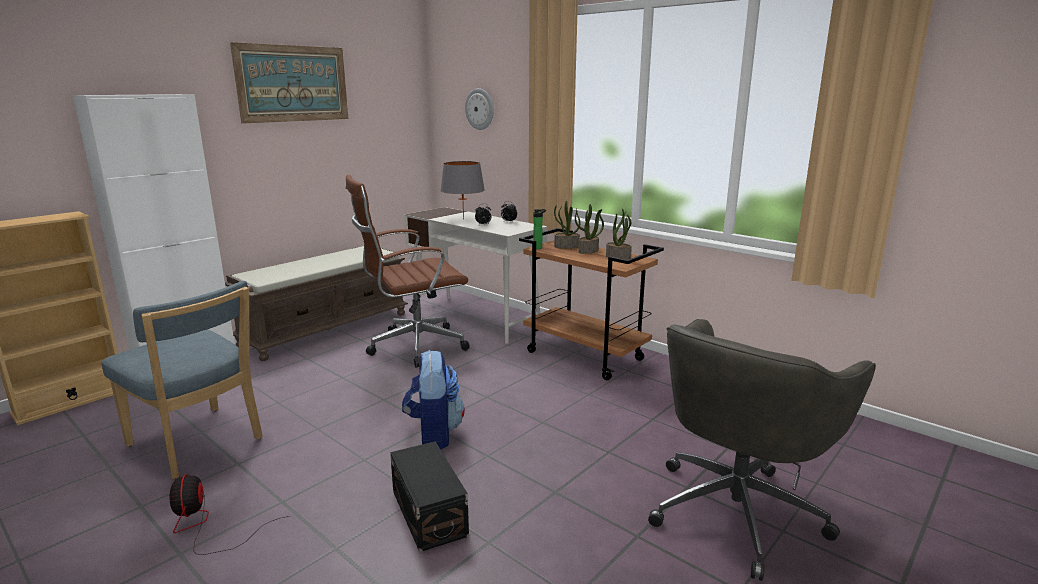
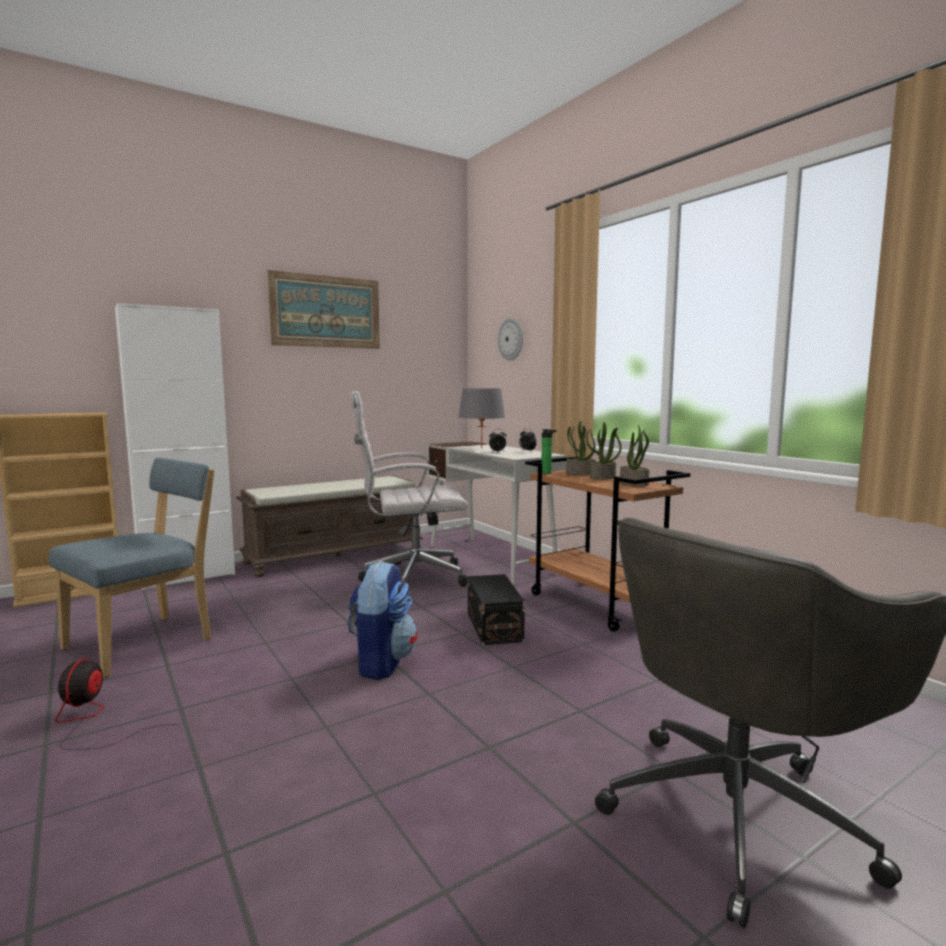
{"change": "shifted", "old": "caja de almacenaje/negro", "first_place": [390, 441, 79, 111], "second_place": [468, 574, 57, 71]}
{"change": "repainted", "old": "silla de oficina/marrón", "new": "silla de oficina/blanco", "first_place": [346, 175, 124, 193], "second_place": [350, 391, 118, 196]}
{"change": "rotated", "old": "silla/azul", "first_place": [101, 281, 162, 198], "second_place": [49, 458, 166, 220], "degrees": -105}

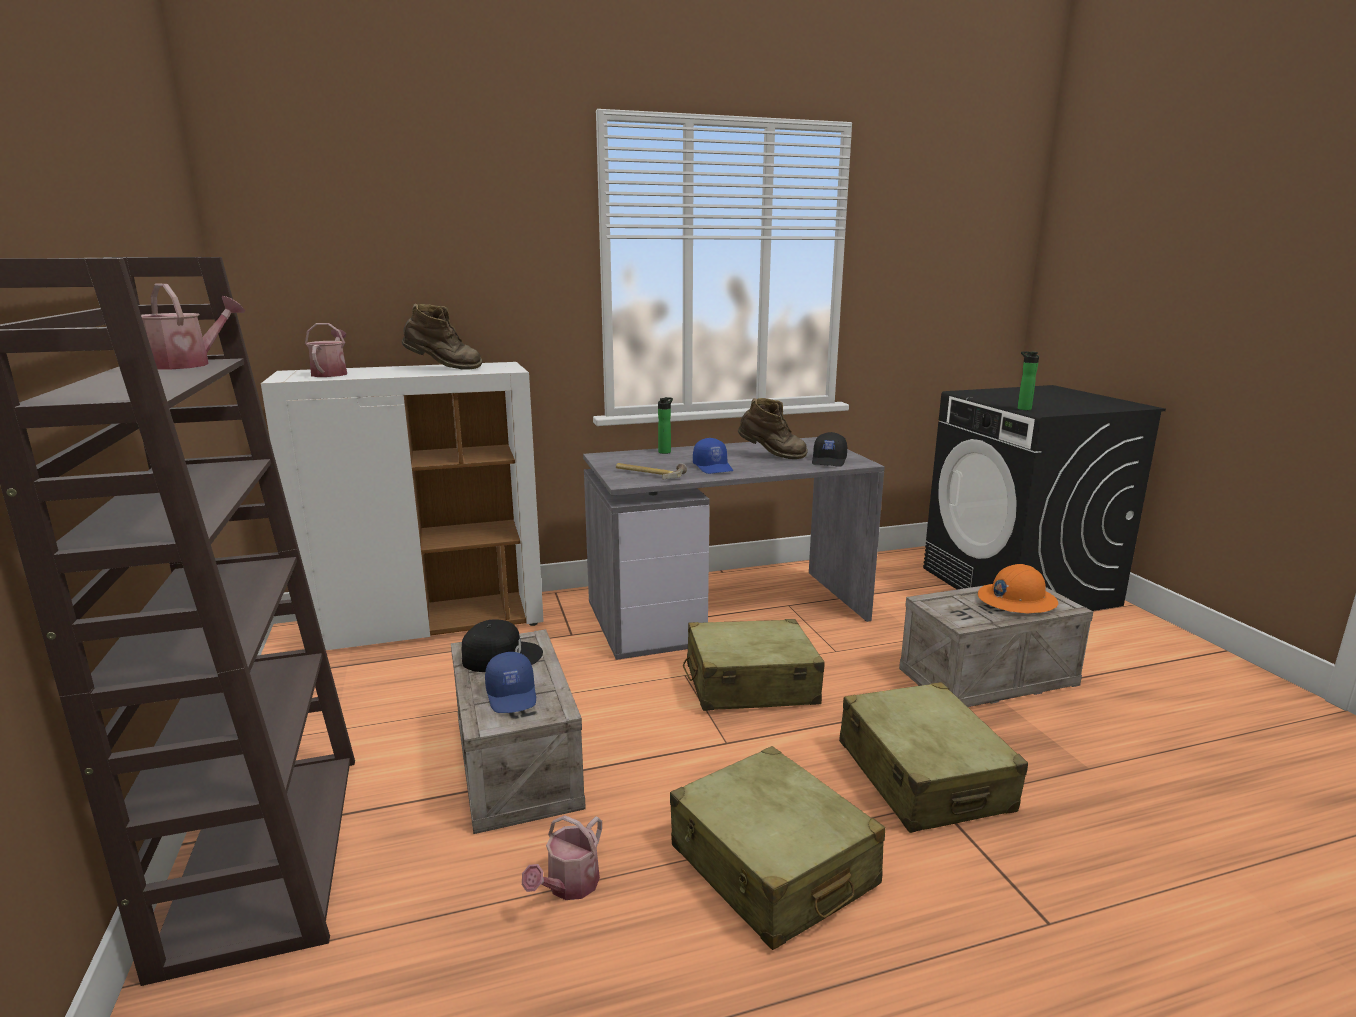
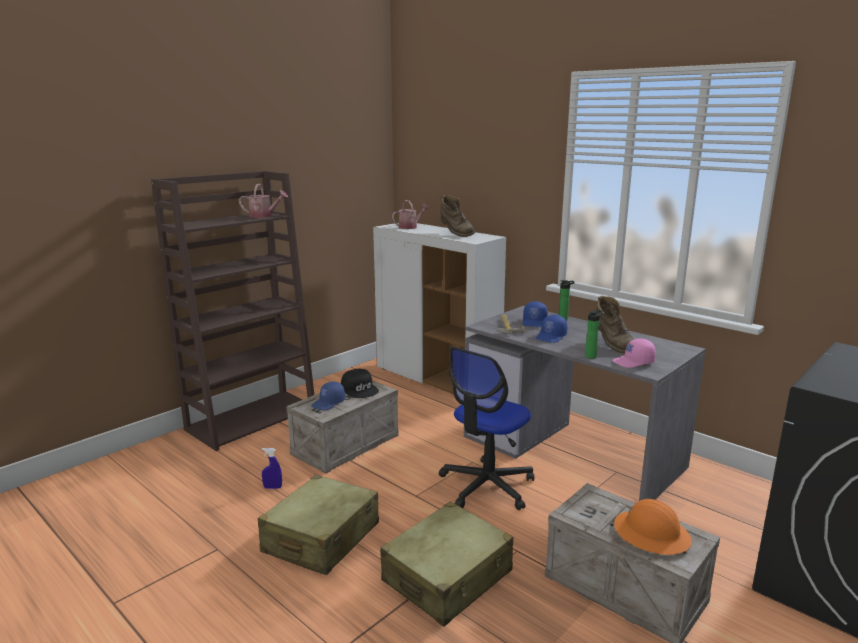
{"change": "new", "new": "gorra/azul", "second_place": [523, 301, 25, 26]}
{"change": "shifted", "old": "botella", "first_place": [1017, 351, 22, 59], "second_place": [585, 310, 18, 49]}
{"change": "swapped", "old": "regadera", "new": "pulverizador/azul", "first_place": [522, 815, 80, 85], "second_place": [262, 448, 20, 41]}
{"change": "swapped", "old": "maleta/beis", "new": "silla de oficina", "first_place": [683, 619, 141, 92], "second_place": [439, 346, 95, 164]}
{"change": "repainted", "old": "gorra/negro", "new": "gorra/rosa", "first_place": [812, 432, 35, 35], "second_place": [612, 338, 44, 30]}

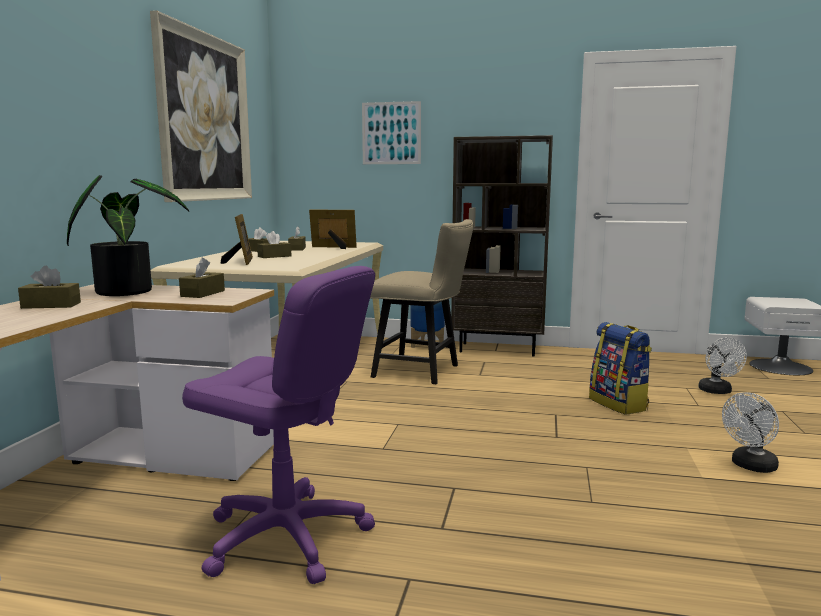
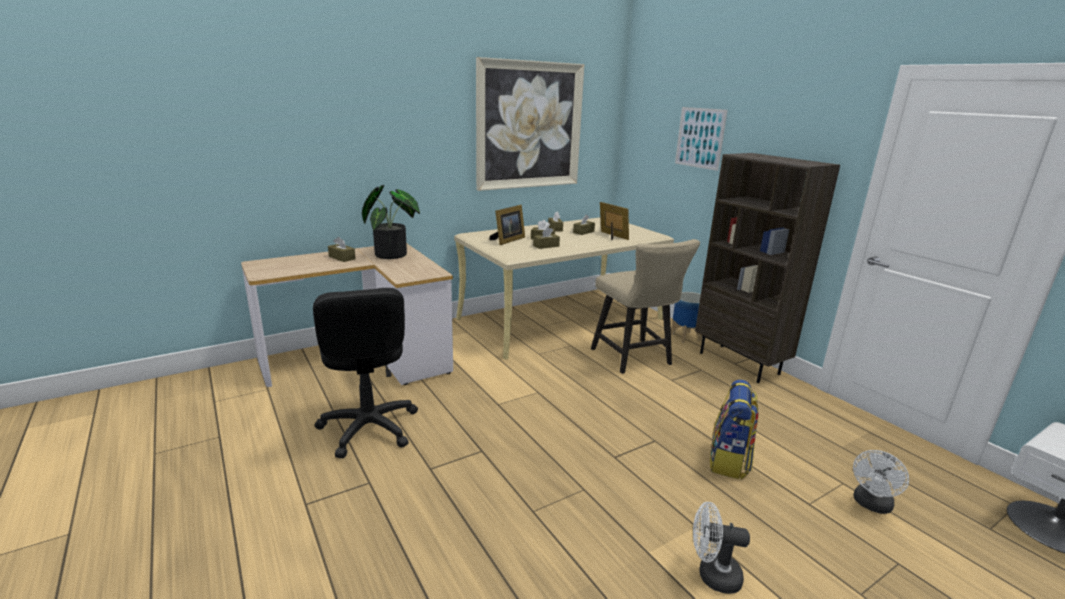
{"change": "shifted", "old": "caja de pañuelos/marrón", "first_place": [179, 257, 46, 41], "second_place": [533, 227, 27, 22]}
{"change": "repainted", "old": "silla de oficina/morado", "new": "silla de oficina/negro", "first_place": [182, 266, 193, 318], "second_place": [313, 288, 105, 171]}

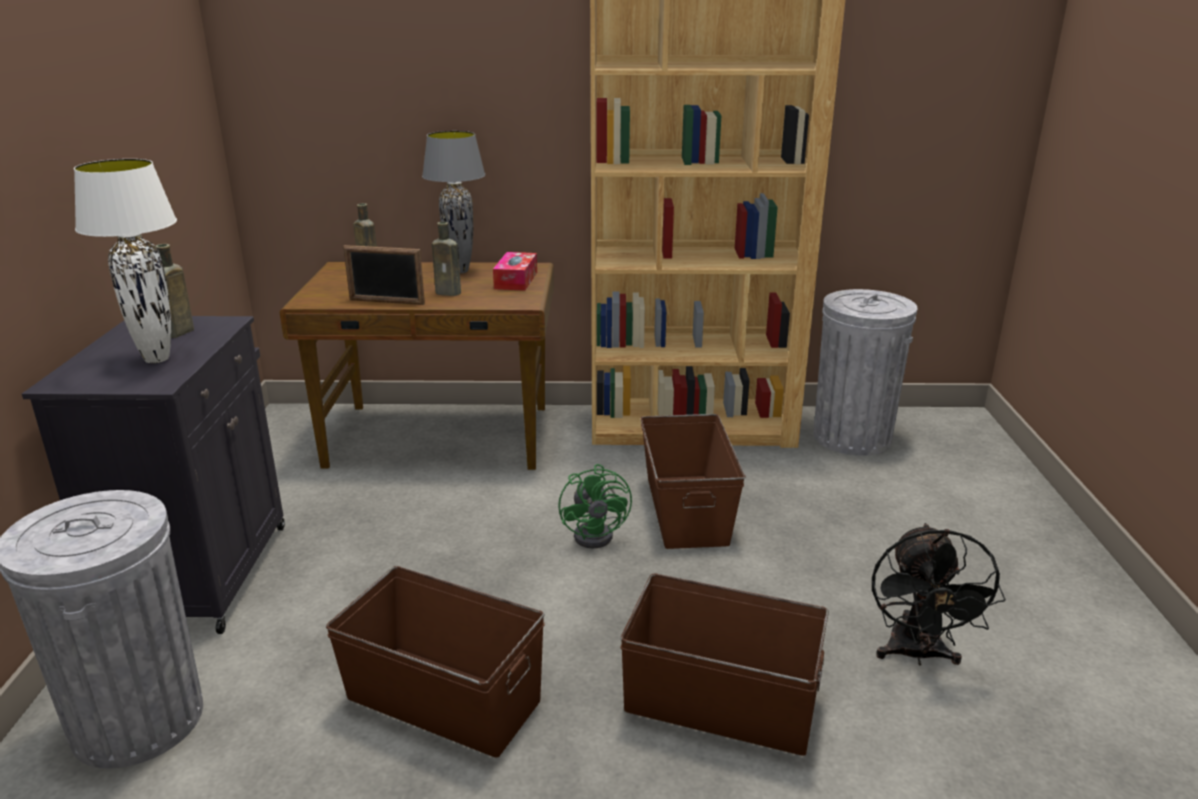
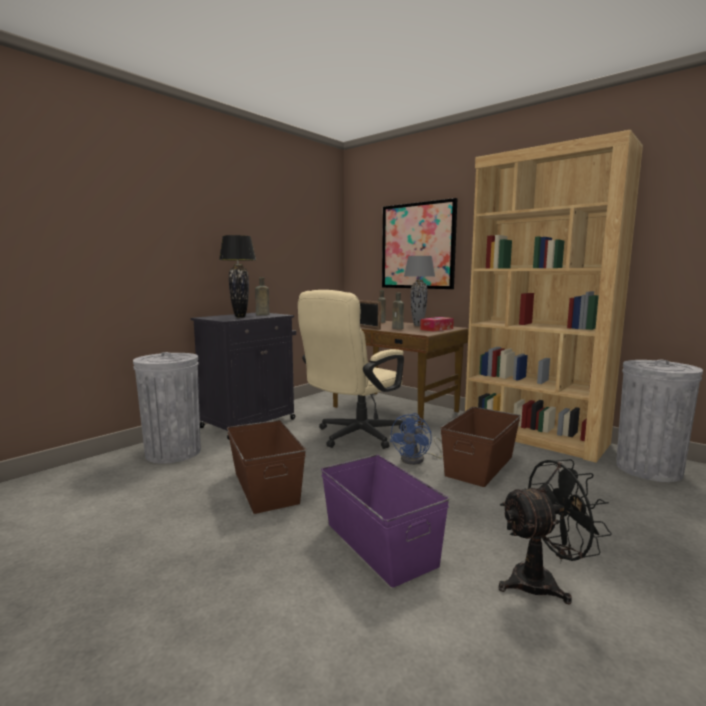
{"change": "new", "new": "silla de oficina/beis", "second_place": [298, 290, 108, 159]}
{"change": "new", "new": "cuadro", "second_place": [382, 198, 75, 91]}
{"change": "repainted", "old": "lámpara de mesa/blanco", "new": "lámpara de mesa/negro", "first_place": [74, 159, 103, 204], "second_place": [219, 235, 37, 83]}
{"change": "repainted", "old": "ventilador/verde", "new": "ventilador/azul", "first_place": [558, 464, 74, 85], "second_place": [390, 413, 52, 52]}
{"change": "repainted", "old": "caja de almacenaje/marrón", "new": "caja de almacenaje/morado", "first_place": [620, 574, 209, 182], "second_place": [321, 455, 128, 133]}
{"change": "rotated", "old": "ventilador/negro", "first_place": [872, 523, 134, 142], "second_place": [498, 459, 114, 146], "degrees": -150}

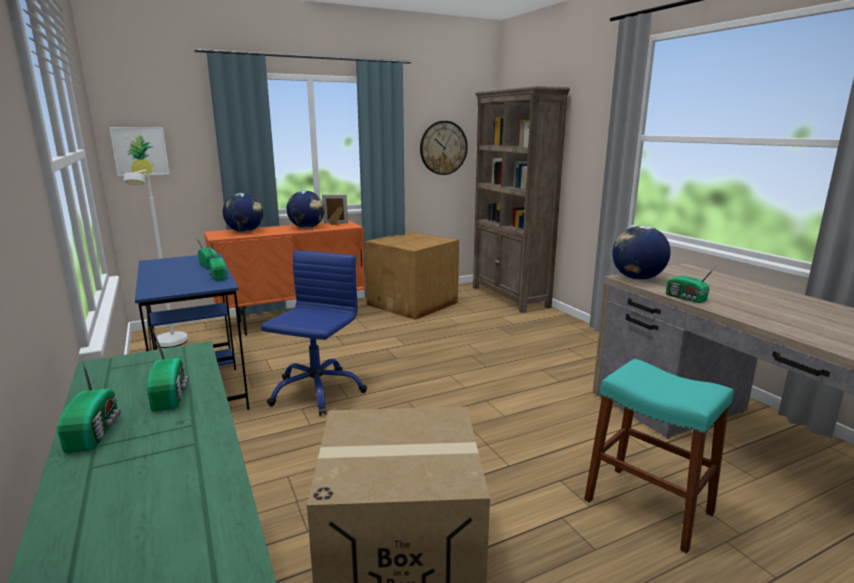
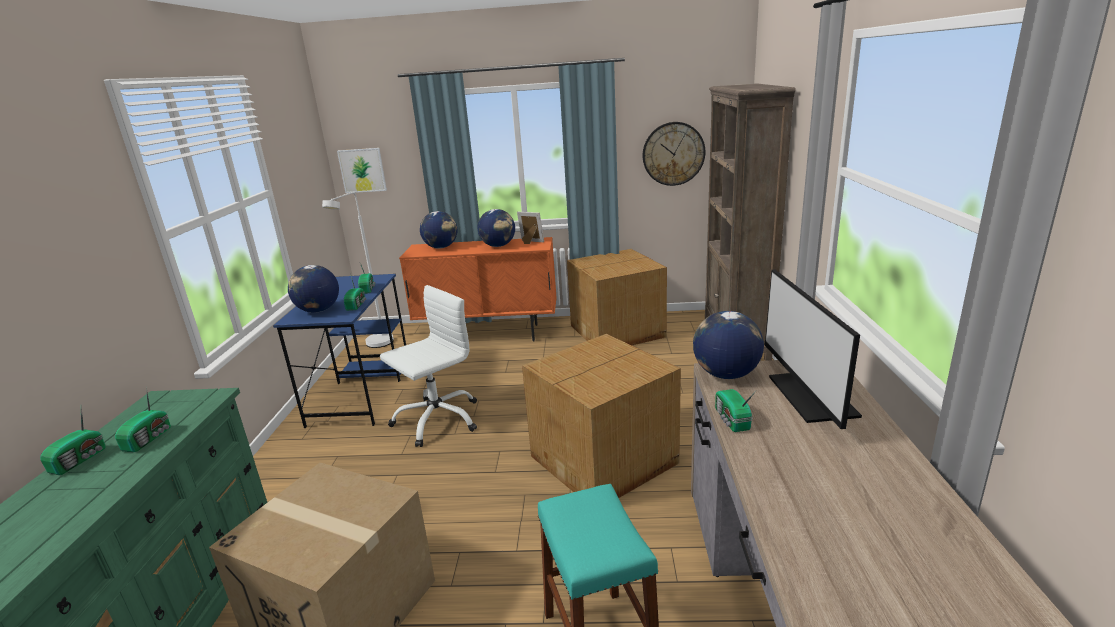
{"change": "new", "new": "globo terráqueo", "second_place": [288, 265, 51, 48]}
{"change": "new", "new": "caja de cartón", "second_place": [522, 334, 159, 164]}
{"change": "new", "new": "monitor", "second_place": [765, 270, 97, 159]}
{"change": "repainted", "old": "silla de oficina/azul", "new": "silla de oficina/blanco", "first_place": [261, 251, 106, 165], "second_place": [380, 285, 97, 162]}

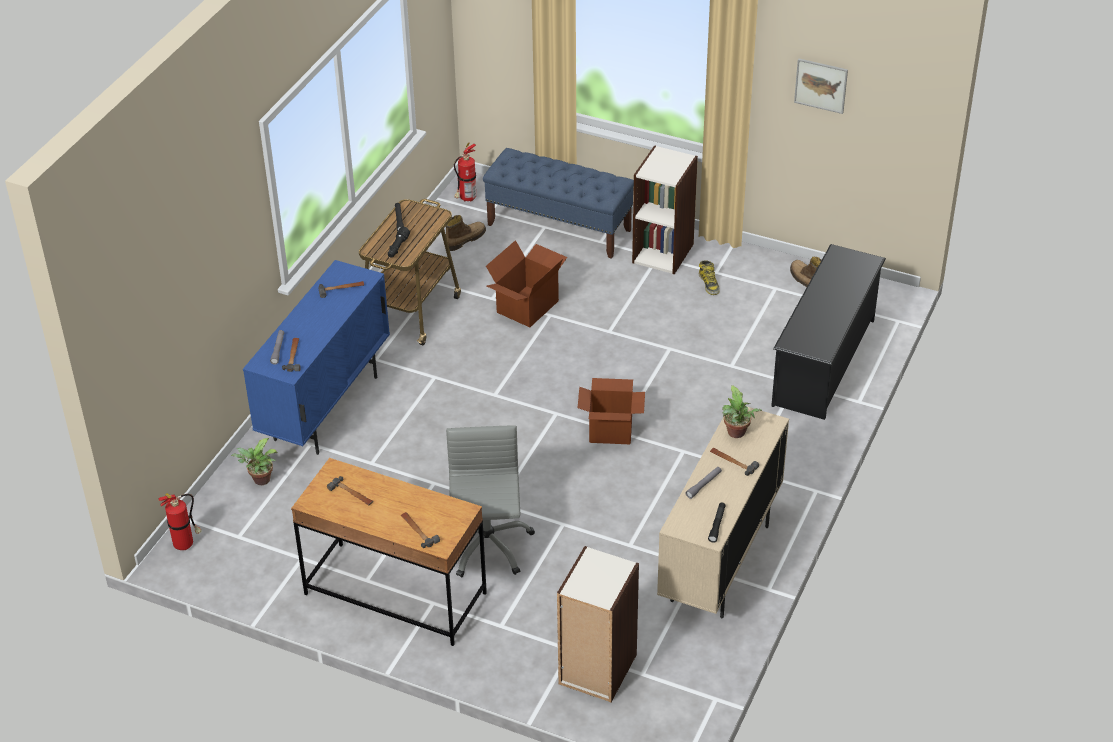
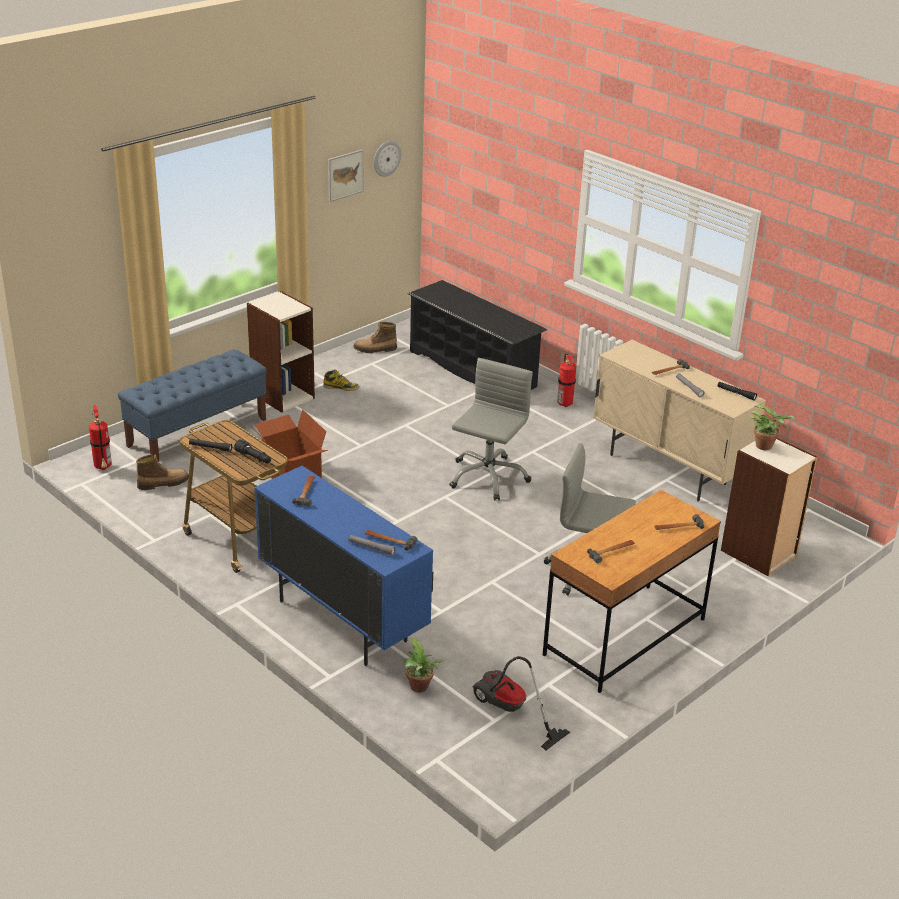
{"change": "new", "new": "reloj de pared", "second_place": [374, 141, 27, 36]}
{"change": "new", "new": "aspiradora", "second_place": [472, 656, 98, 94]}
{"change": "shifted", "old": "extintor", "first_place": [158, 493, 43, 57], "second_place": [557, 353, 19, 54]}
{"change": "shifted", "old": "planta en maceta", "first_place": [722, 385, 40, 53], "second_place": [749, 405, 46, 45]}
{"change": "swapped", "old": "caja de cartón", "new": "silla de oficina/gris", "first_place": [578, 378, 67, 66], "second_place": [450, 358, 83, 143]}
{"change": "rotated", "old": "bota", "first_place": [446, 215, 40, 36], "second_place": [136, 454, 53, 36], "degrees": 90}

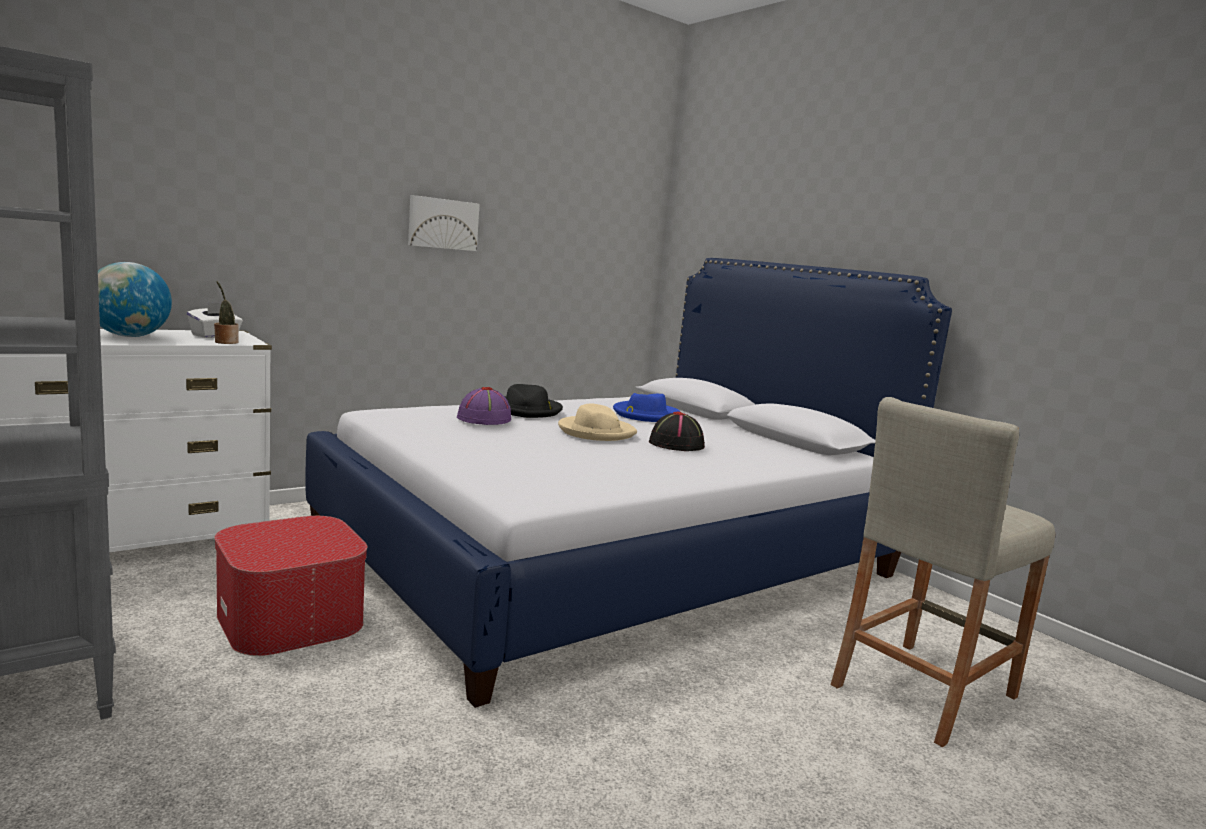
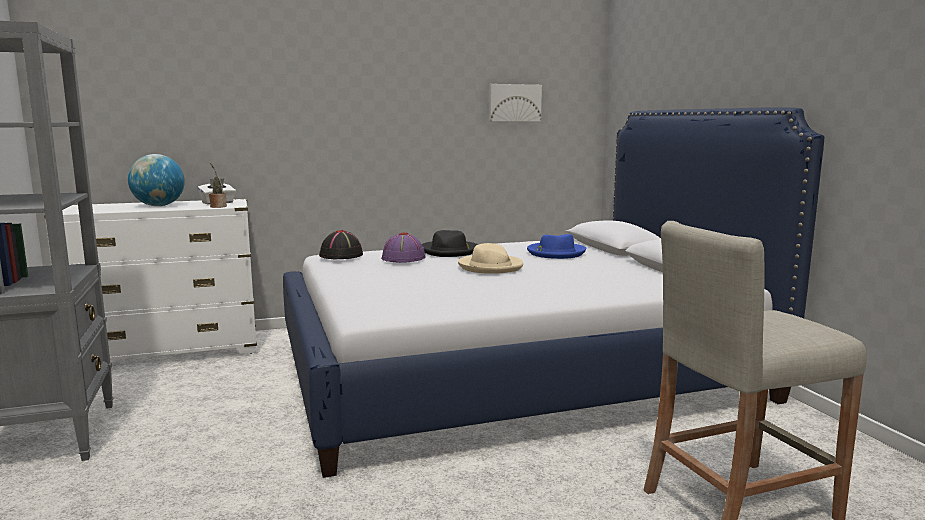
{"change": "gone", "old": "puf", "first_place": [214, 516, 154, 140]}
{"change": "shifted", "old": "cuadro", "first_place": [408, 195, 72, 56], "second_place": [489, 84, 53, 37]}
{"change": "shifted", "old": "sombrero/negro", "first_place": [649, 412, 56, 39], "second_place": [319, 230, 44, 29]}

